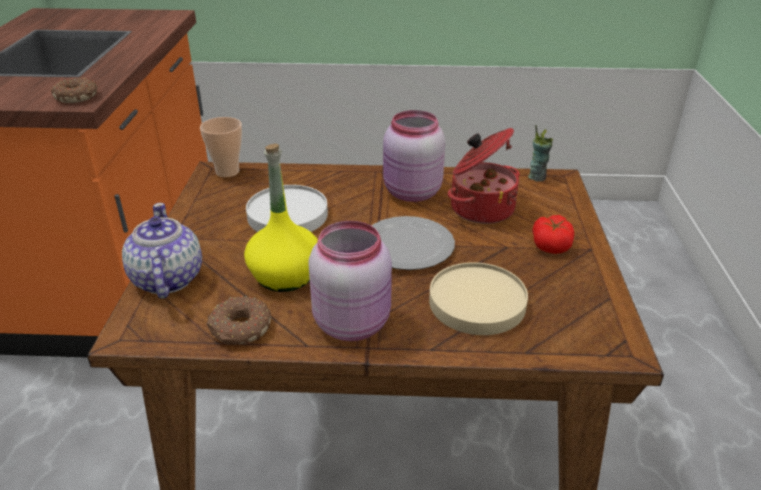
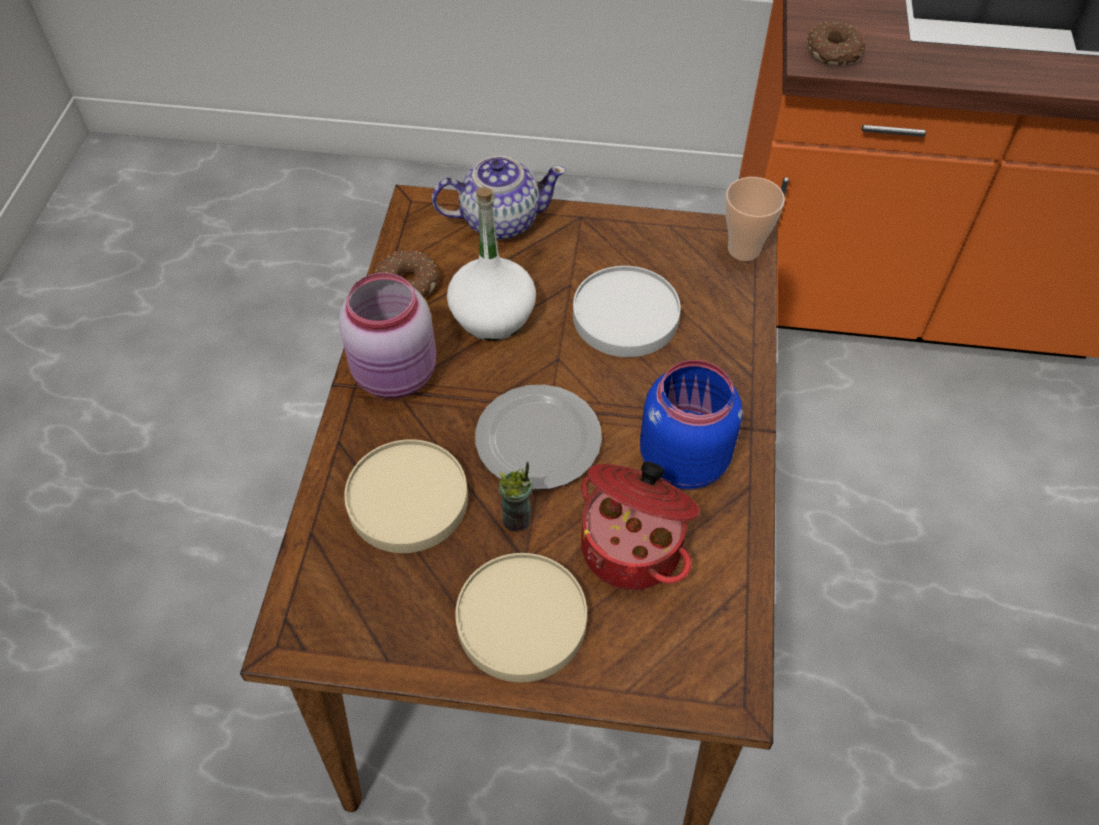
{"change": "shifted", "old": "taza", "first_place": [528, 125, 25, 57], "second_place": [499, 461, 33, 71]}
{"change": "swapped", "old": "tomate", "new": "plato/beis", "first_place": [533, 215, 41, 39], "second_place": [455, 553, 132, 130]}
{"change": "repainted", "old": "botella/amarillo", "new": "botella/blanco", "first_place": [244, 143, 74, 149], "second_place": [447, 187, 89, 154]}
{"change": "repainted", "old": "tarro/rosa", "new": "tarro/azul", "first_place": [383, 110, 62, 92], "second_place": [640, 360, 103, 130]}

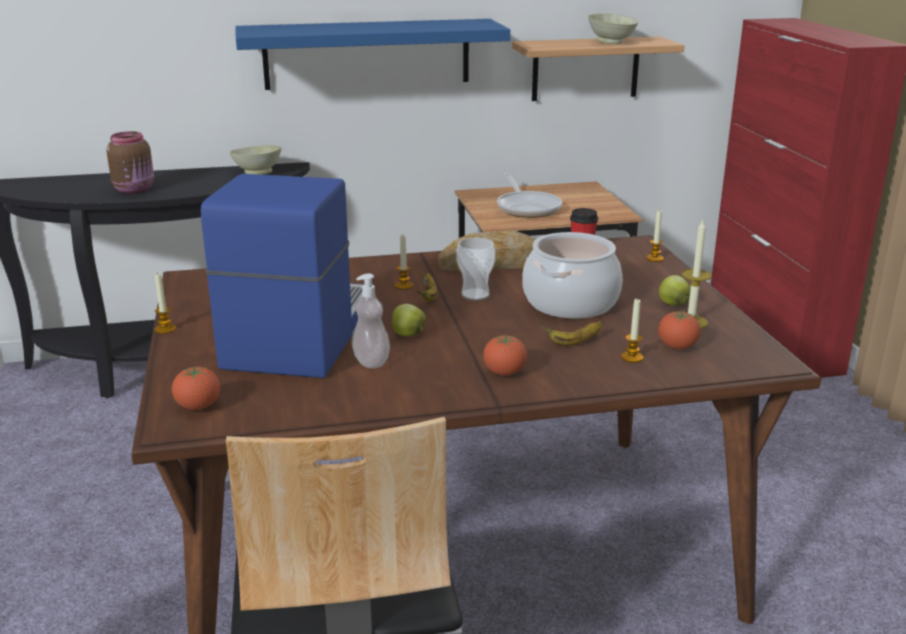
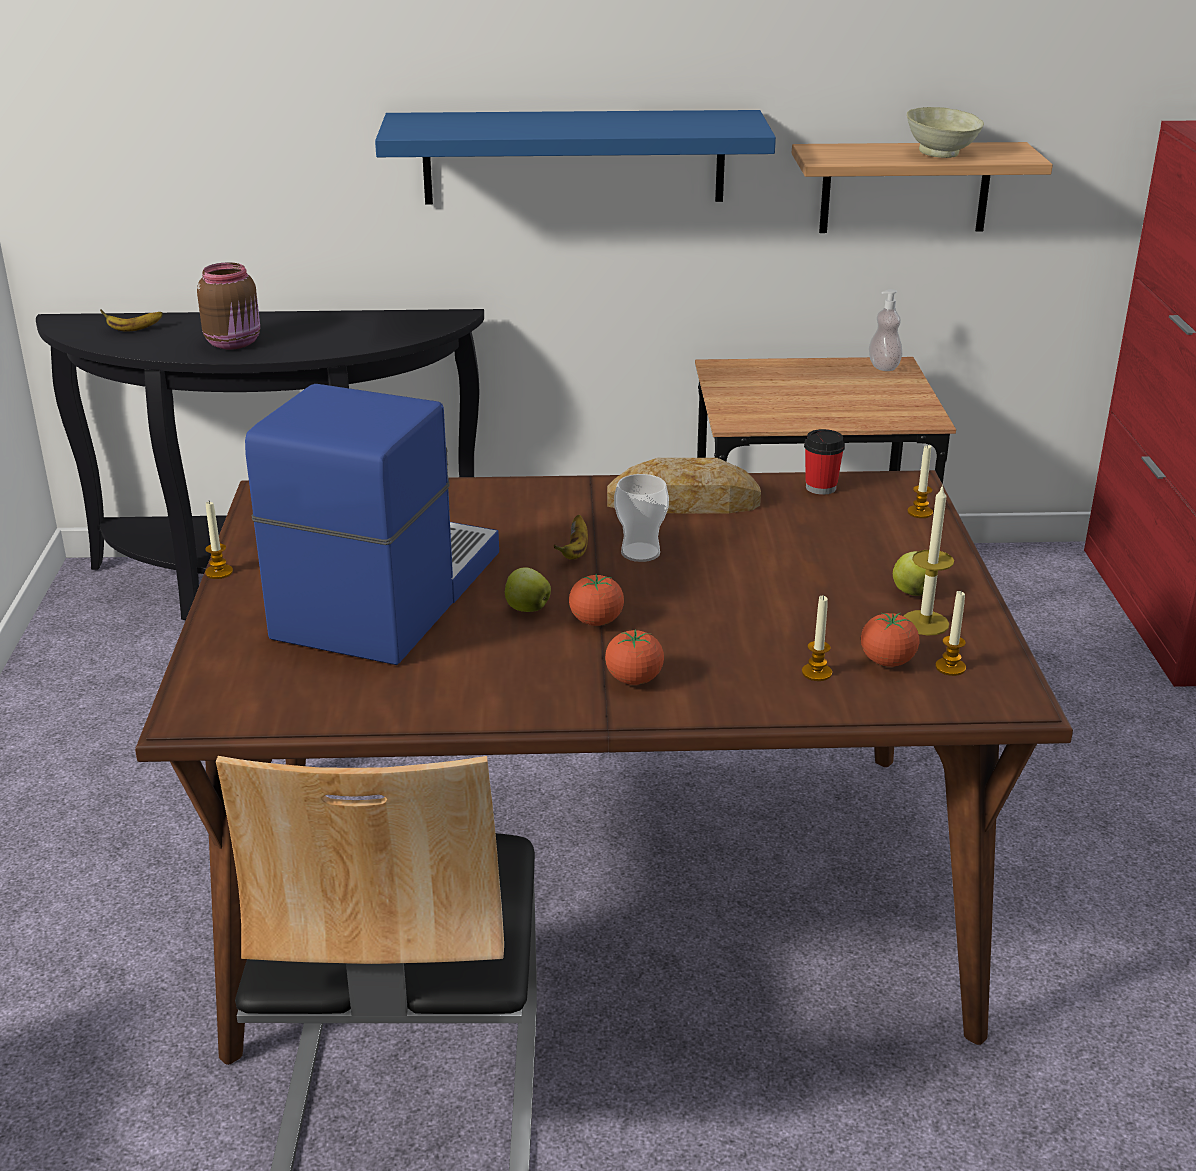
{"change": "gone", "old": "cuenco/beis", "first_place": [230, 145, 52, 30]}
{"change": "gone", "old": "sartén", "first_place": [497, 173, 65, 45]}
{"change": "gone", "old": "olla", "first_place": [523, 232, 100, 87]}
{"change": "shifted", "old": "tomate", "first_place": [172, 366, 48, 44], "second_place": [569, 574, 55, 52]}
{"change": "shifted", "old": "dispensador de jabón", "first_place": [352, 273, 38, 95], "second_place": [869, 289, 34, 82]}
{"change": "shifted", "old": "vela", "first_place": [395, 235, 18, 55], "second_place": [935, 590, 31, 86]}
{"change": "shifted", "old": "plátano", "first_place": [541, 321, 62, 25], "second_place": [100, 310, 63, 22]}

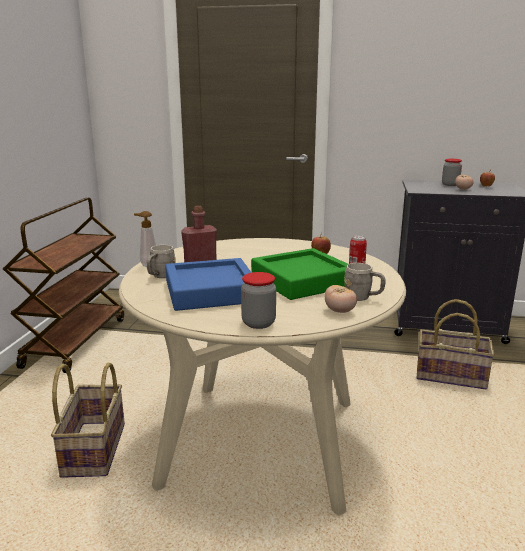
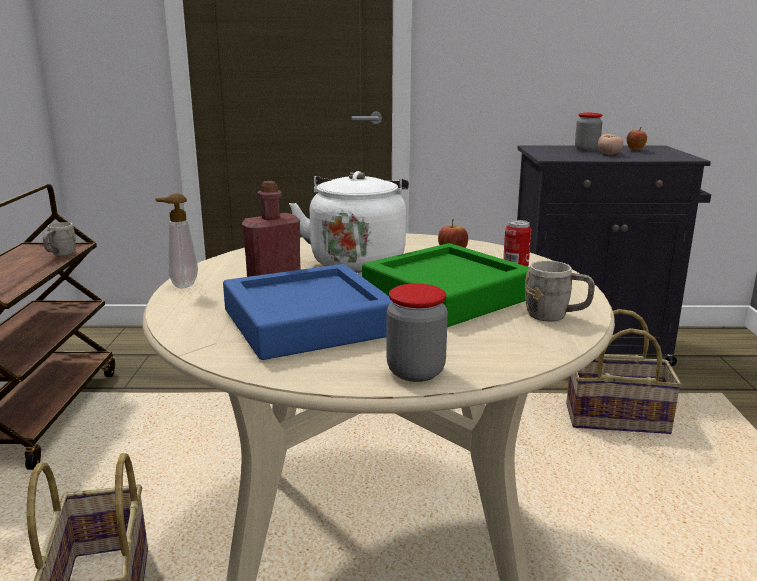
{"change": "gone", "old": "tomate", "first_place": [325, 285, 32, 28]}
{"change": "new", "new": "hervidor/blanco", "second_place": [289, 171, 120, 101]}
{"change": "shifted", "old": "taza grande/gris", "first_place": [147, 245, 28, 33], "second_place": [43, 222, 33, 34]}

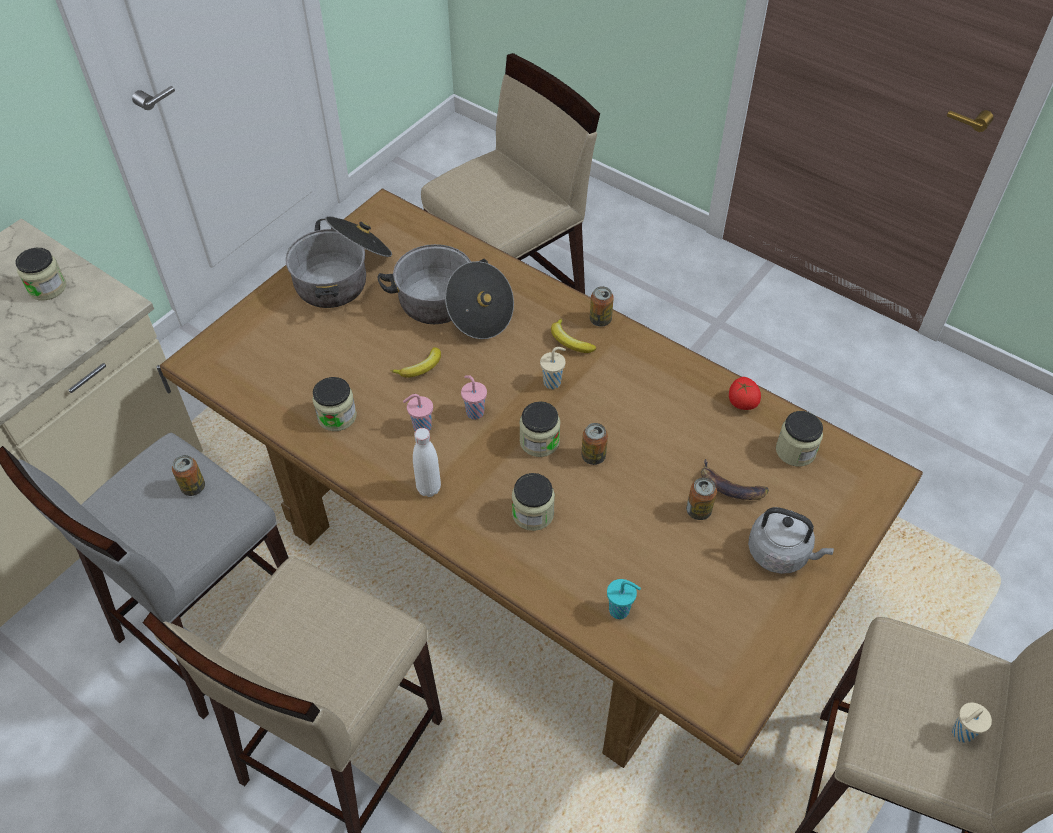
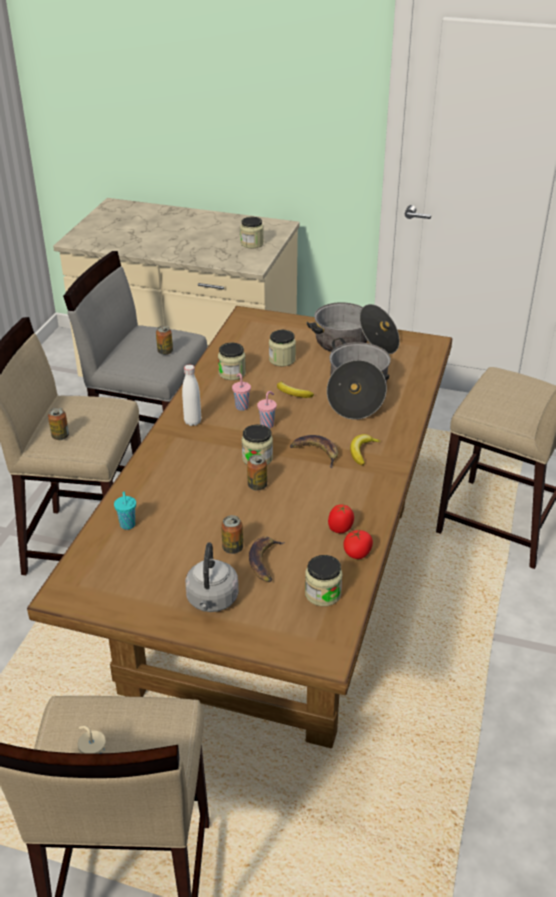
{"change": "new", "new": "tomate", "second_place": [328, 504, 26, 29]}
{"change": "shifted", "old": "tarro", "first_place": [512, 473, 43, 58], "second_place": [269, 330, 27, 36]}
{"change": "shifted", "old": "lata", "first_place": [590, 286, 24, 41], "second_place": [48, 407, 21, 33]}
{"change": "swapped", "old": "taza/beis", "new": "plátano", "first_place": [540, 347, 26, 42], "second_place": [290, 435, 48, 33]}

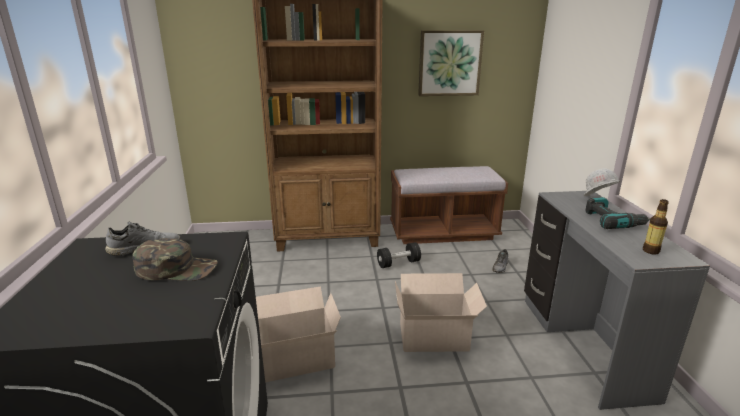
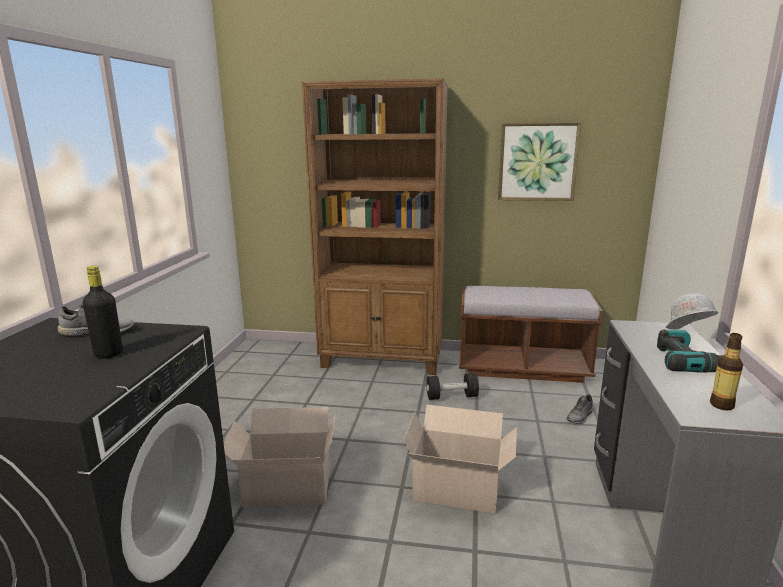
{"change": "swapped", "old": "gorra/verde", "new": "botella/negro", "first_place": [132, 238, 86, 43], "second_place": [83, 266, 40, 92]}

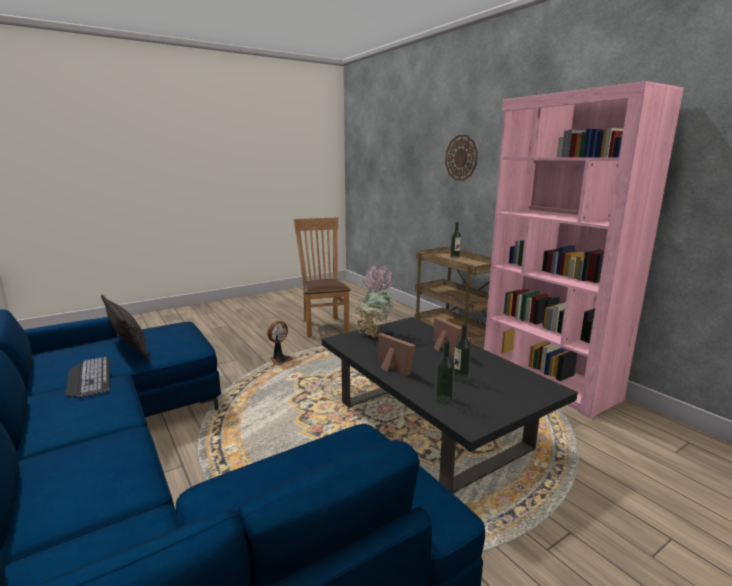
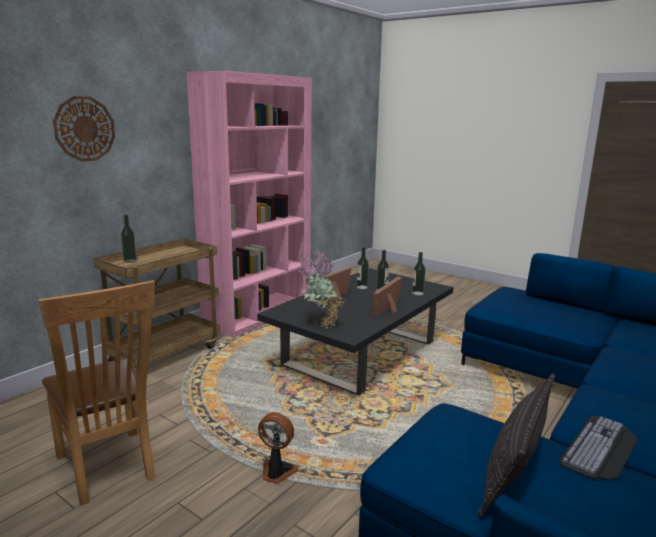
{"change": "new", "new": "botella", "second_place": [357, 247, 12, 42]}
{"change": "rotated", "old": "silla/marrón", "first_place": [294, 218, 56, 119], "second_place": [38, 280, 117, 226], "degrees": -90}

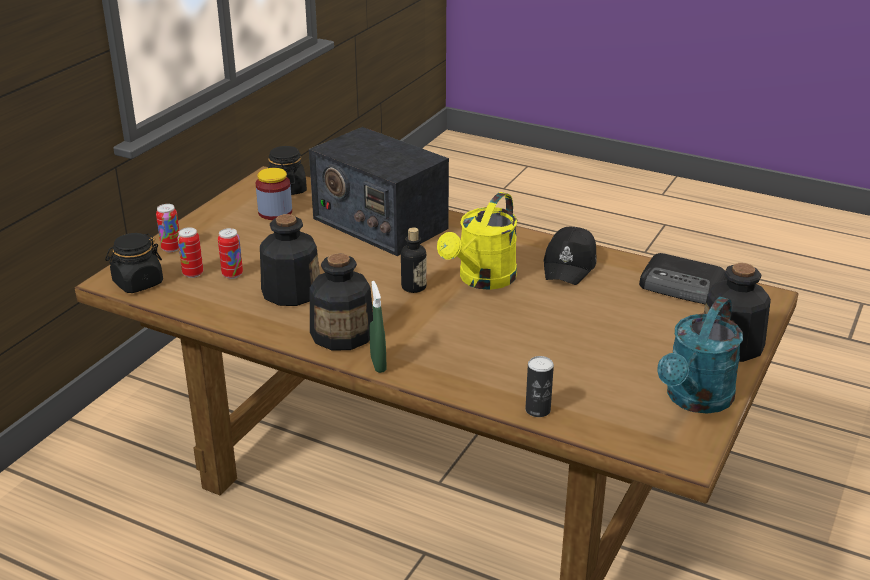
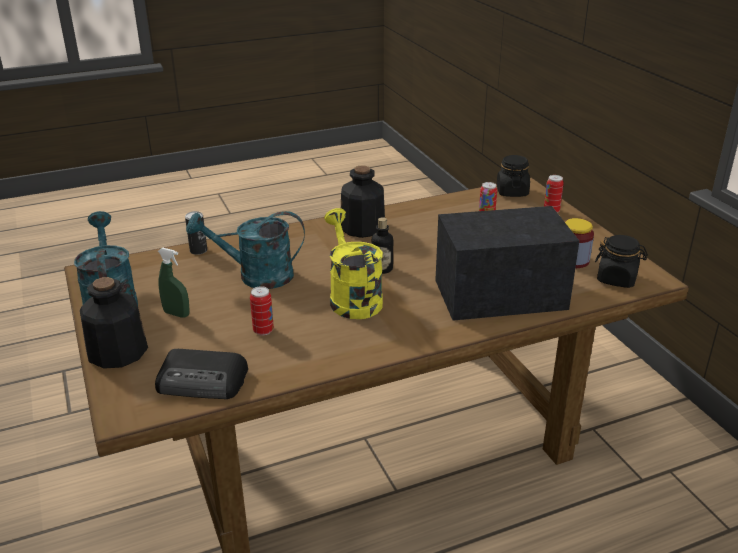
{"change": "gone", "old": "botella", "first_place": [260, 214, 60, 92]}
{"change": "gone", "old": "gorra/negro", "first_place": [544, 227, 53, 58]}
{"change": "new", "new": "regadera/turquesa", "second_place": [186, 211, 119, 78]}
{"change": "shifted", "old": "lata", "first_place": [178, 227, 25, 51], "second_place": [250, 286, 24, 50]}
{"change": "shifted", "old": "pulverizador/verde", "first_place": [369, 281, 17, 92], "second_place": [158, 248, 32, 70]}
{"change": "rotated", "old": "radio", "first_place": [639, 253, 88, 51], "second_place": [155, 349, 93, 50], "degrees": -150}

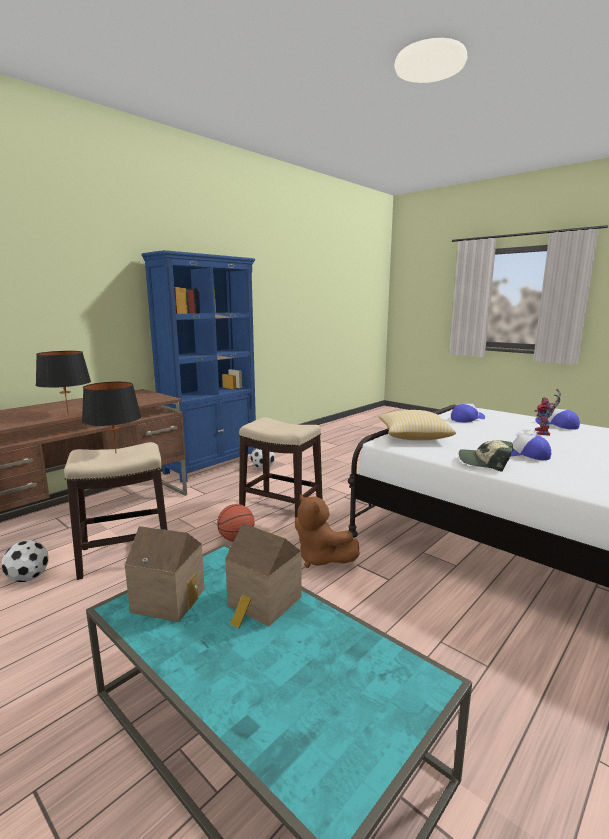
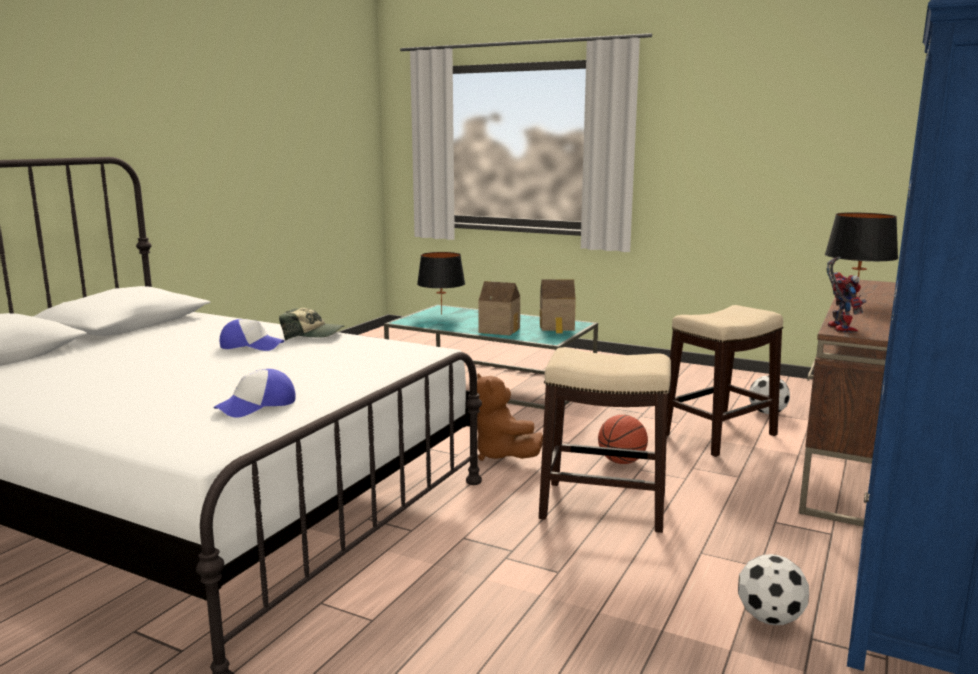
{"change": "gone", "old": "cojín", "first_place": [378, 410, 78, 30]}
{"change": "gone", "old": "gorra", "first_place": [535, 409, 45, 21]}
{"change": "shifted", "old": "lámpara de mesa/negro", "first_place": [82, 382, 60, 71], "second_place": [417, 252, 48, 63]}
{"change": "shifted", "old": "robot de juguete", "first_place": [535, 389, 26, 47], "second_place": [826, 257, 41, 76]}
{"change": "rotated", "old": "peluche/marrón", "first_place": [295, 495, 65, 73], "second_place": [477, 373, 66, 88], "degrees": -150}

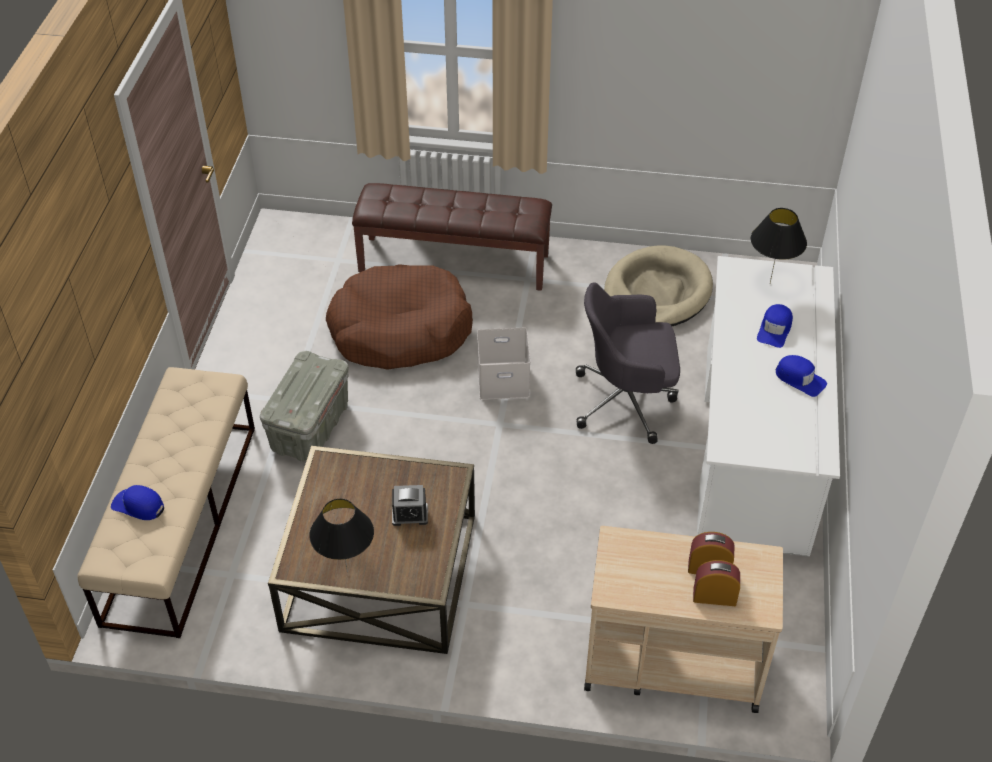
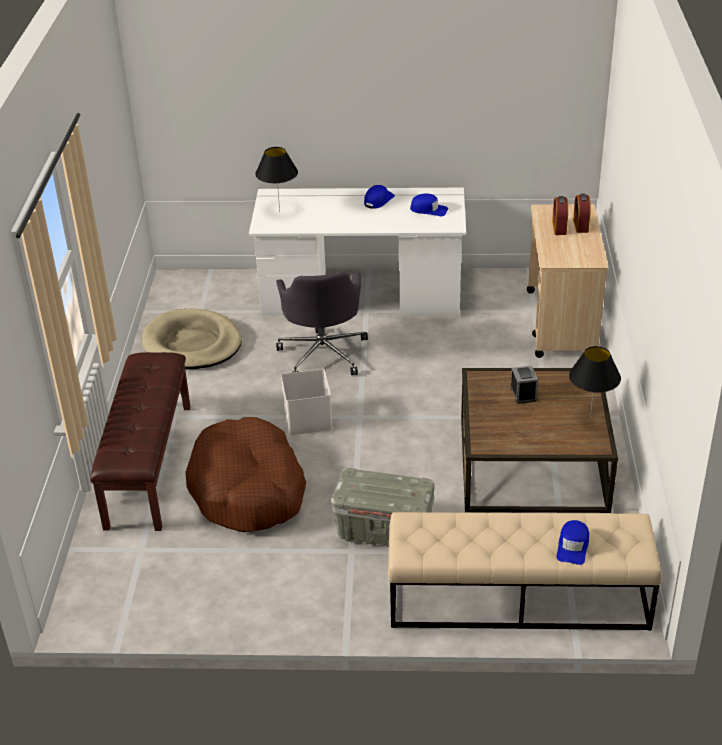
{"change": "shifted", "old": "gorra/azul", "first_place": [757, 304, 36, 44], "second_place": [410, 193, 38, 23]}

